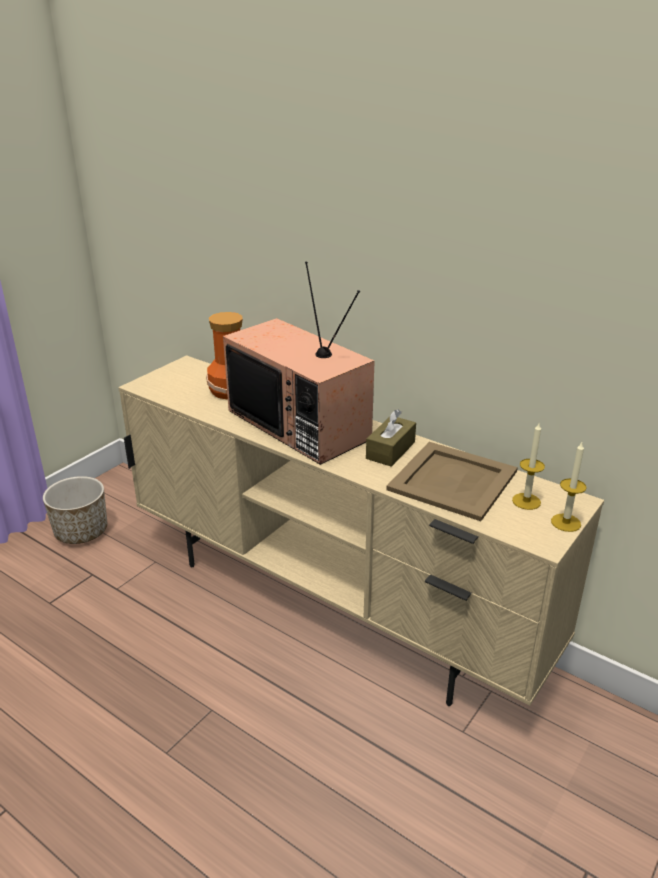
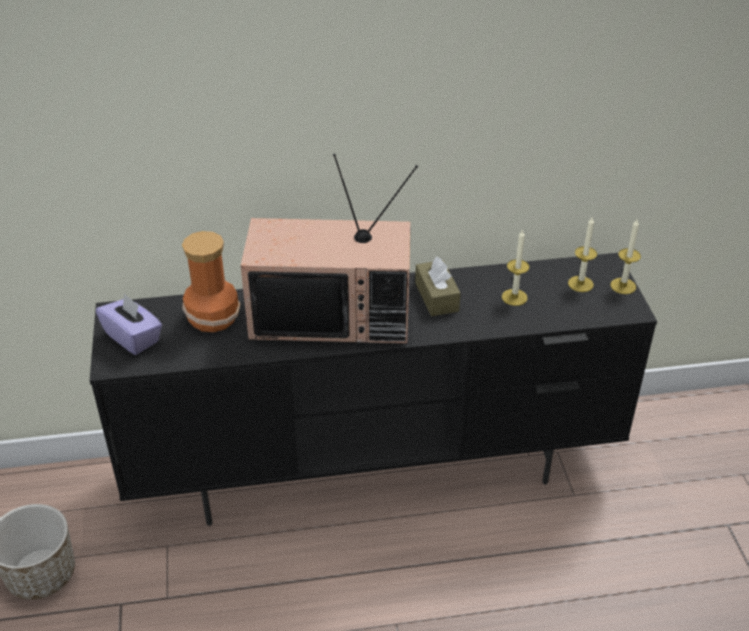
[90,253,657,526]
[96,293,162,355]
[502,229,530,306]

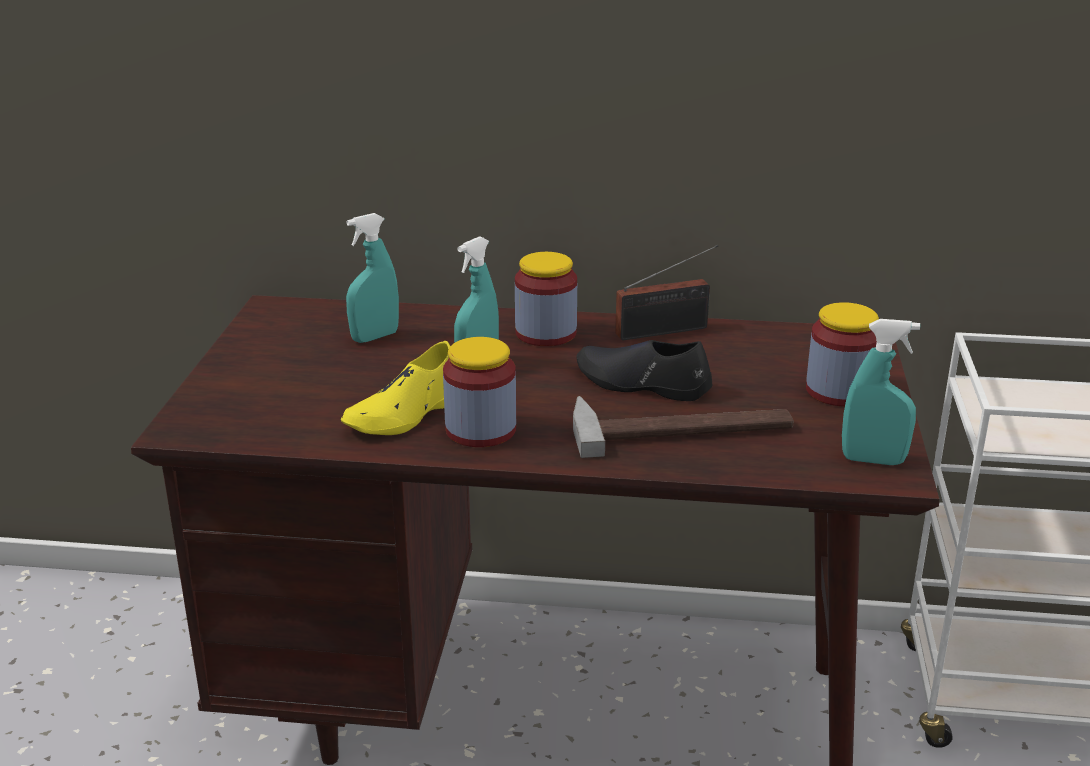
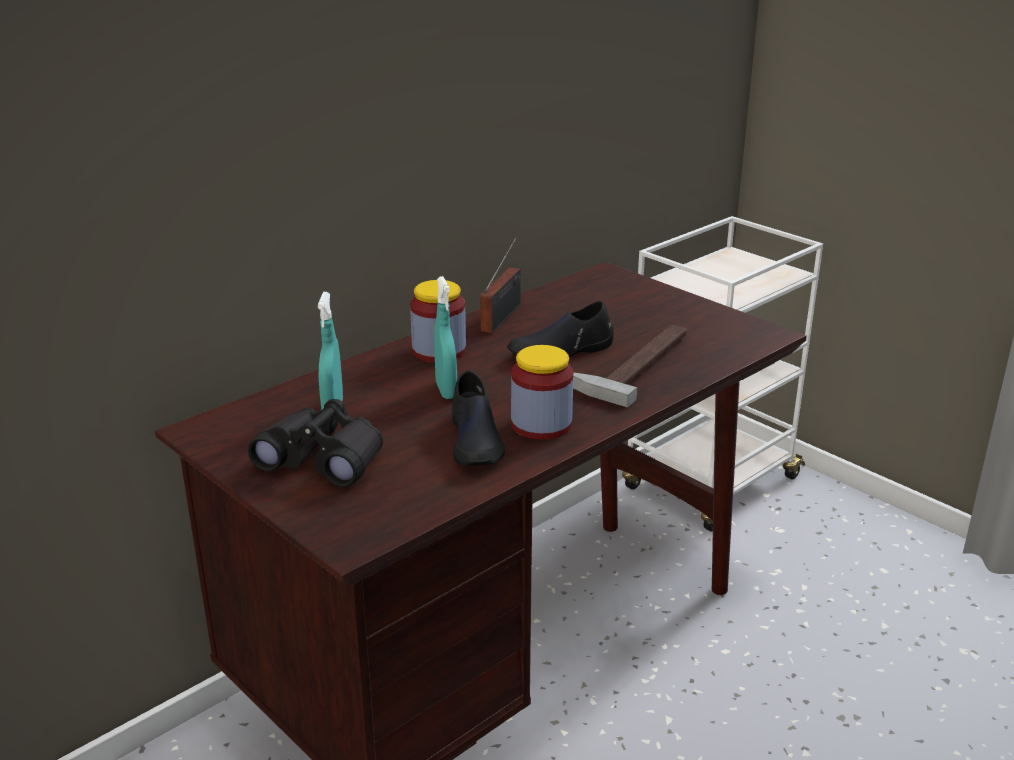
[248,399,383,487]
[452,370,505,466]
[806,302,879,407] (first image)
[842,319,920,465] (first image)

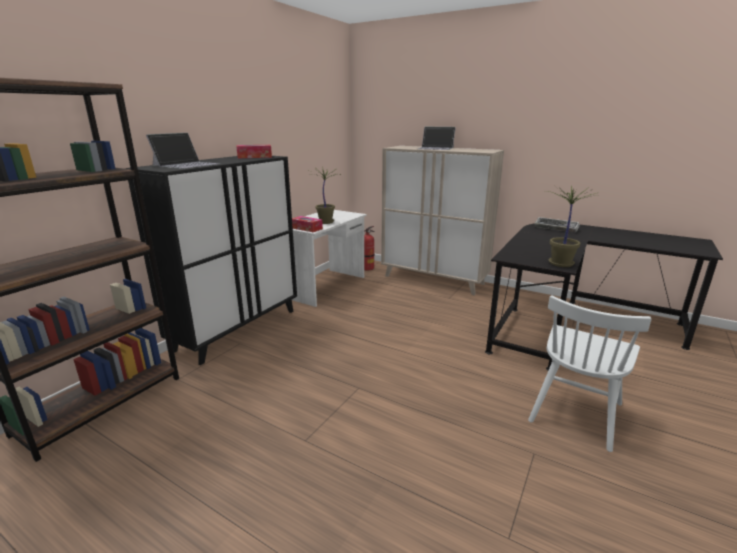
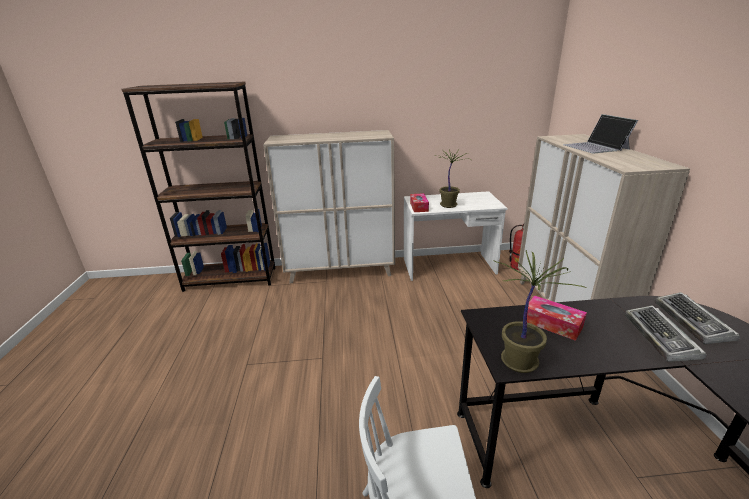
[263,130,395,283]
[527,295,587,341]
[625,305,706,362]
[146,133,220,169] (first image)

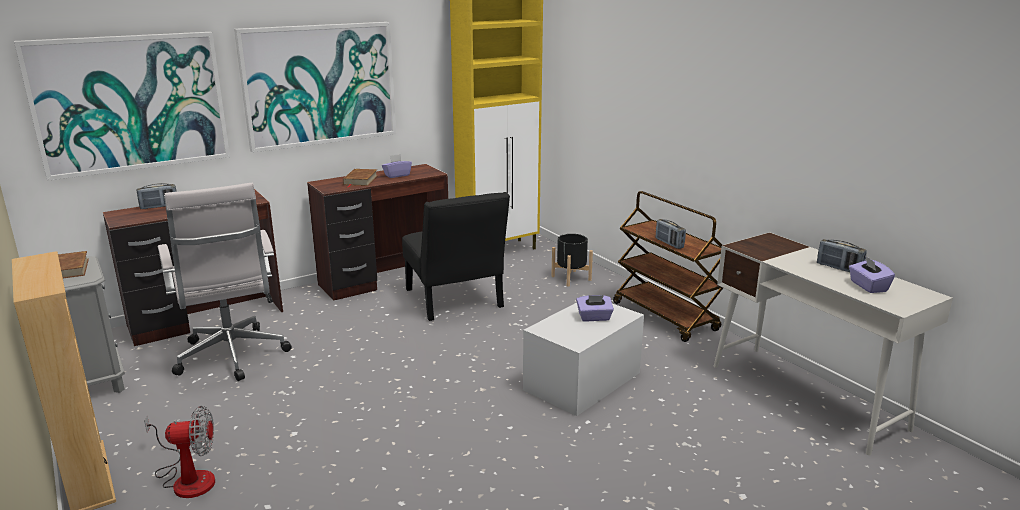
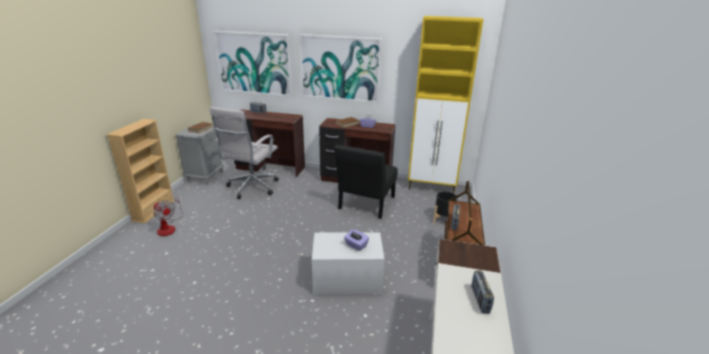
[849,256,895,293] (first image)

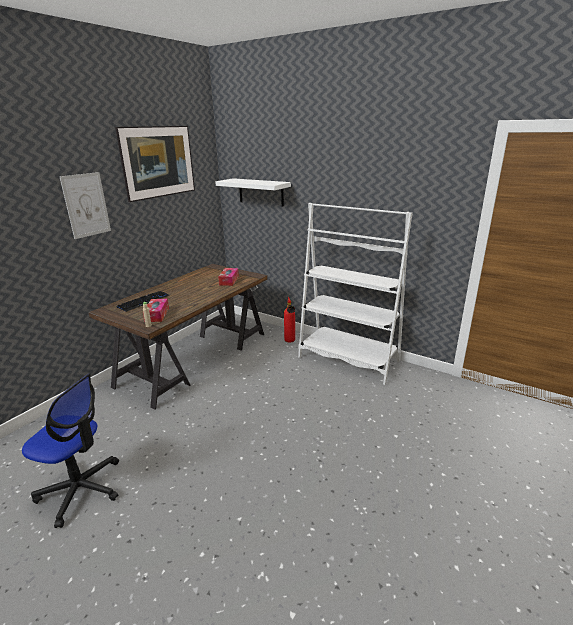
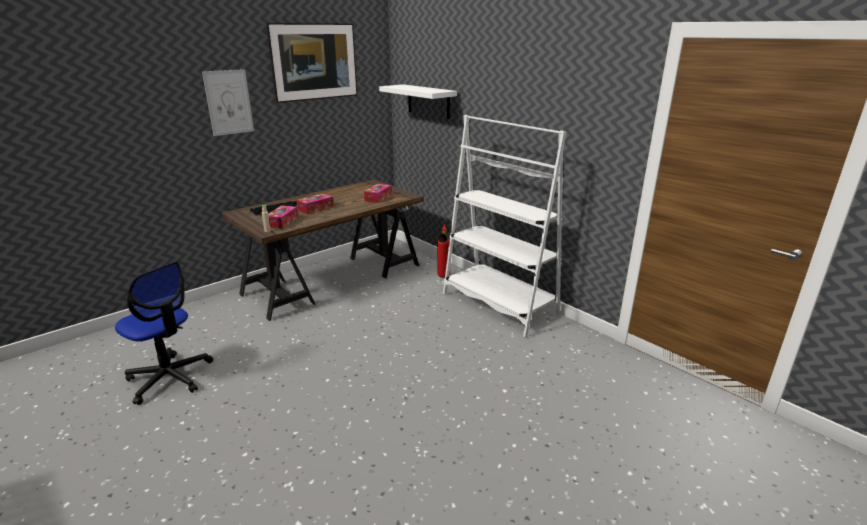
[297,193,333,214]

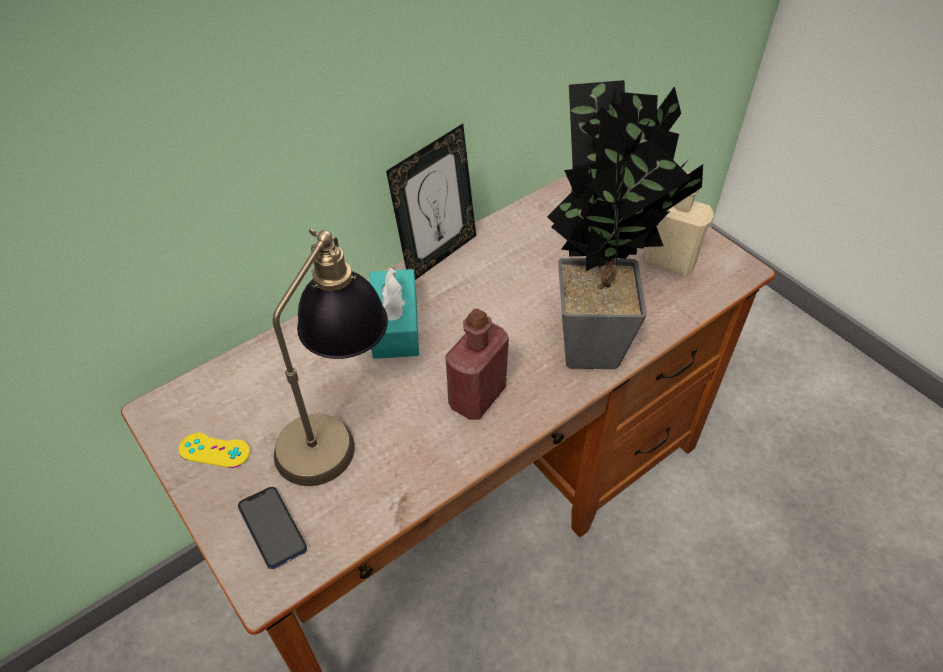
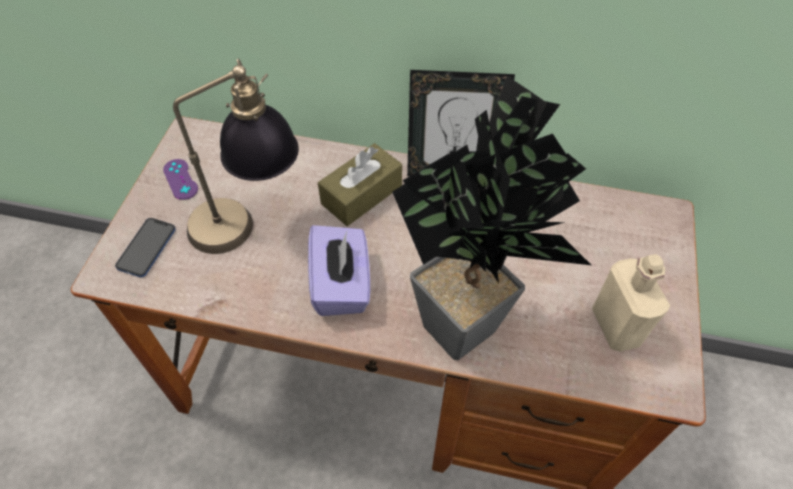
[163,159,198,200]
[308,225,370,316]
[318,143,402,226]

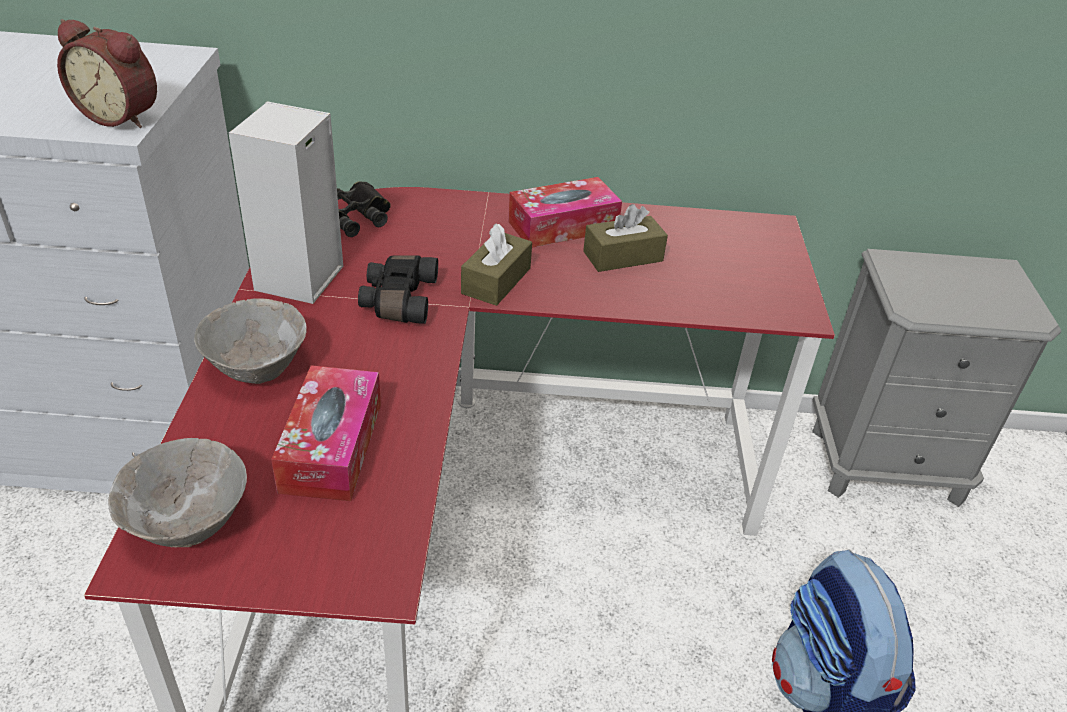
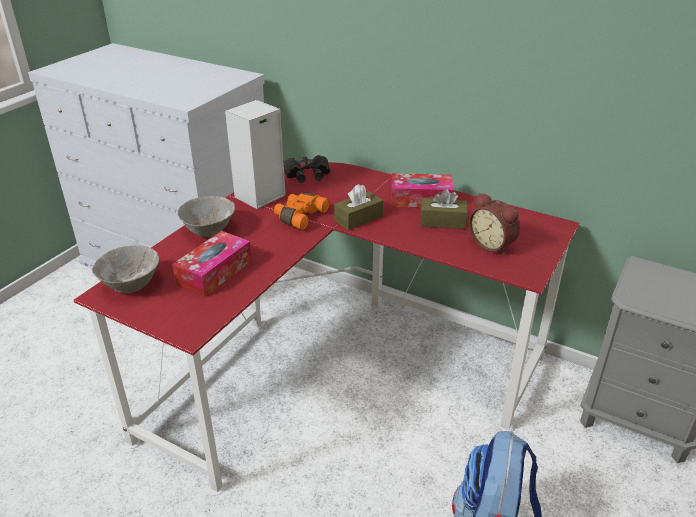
[274,193,329,230]
[468,193,520,255]

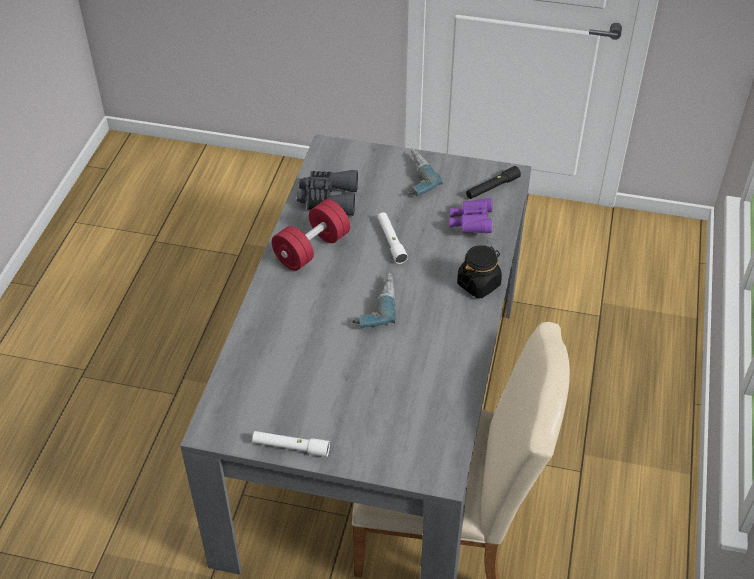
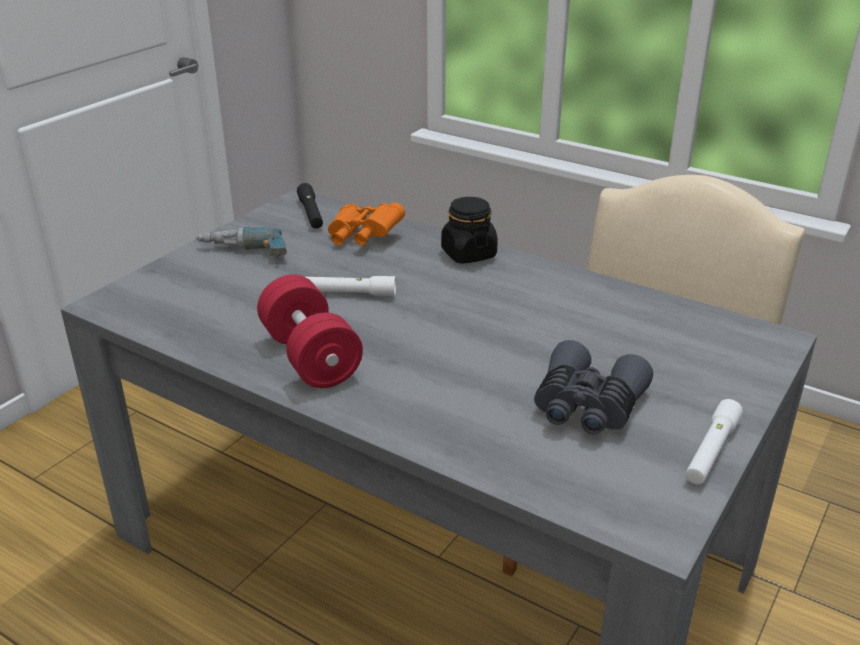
[328,203,405,246]
[534,340,653,435]
[352,273,396,328] (first image)

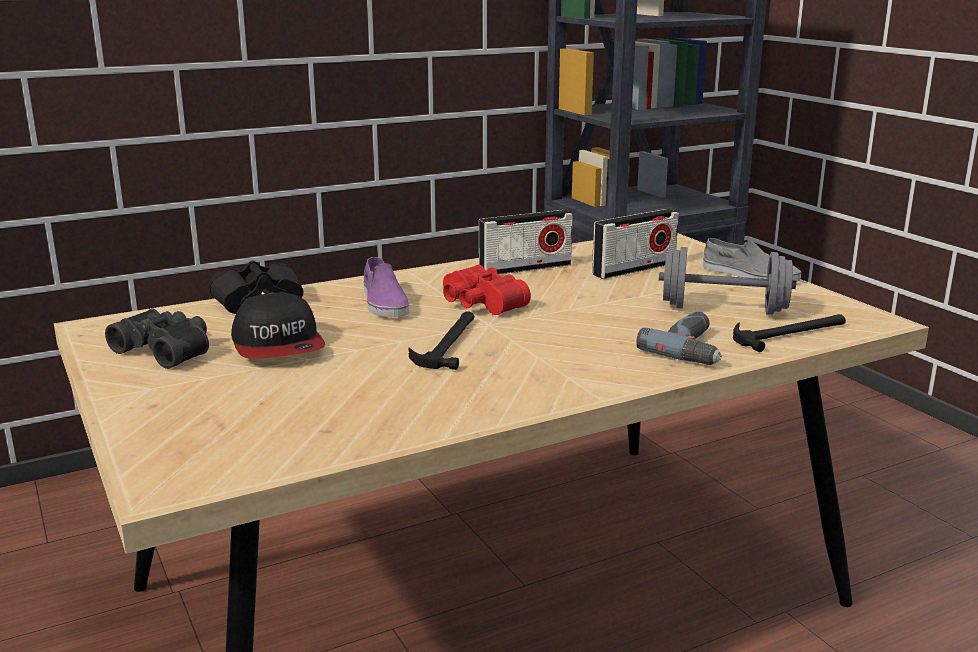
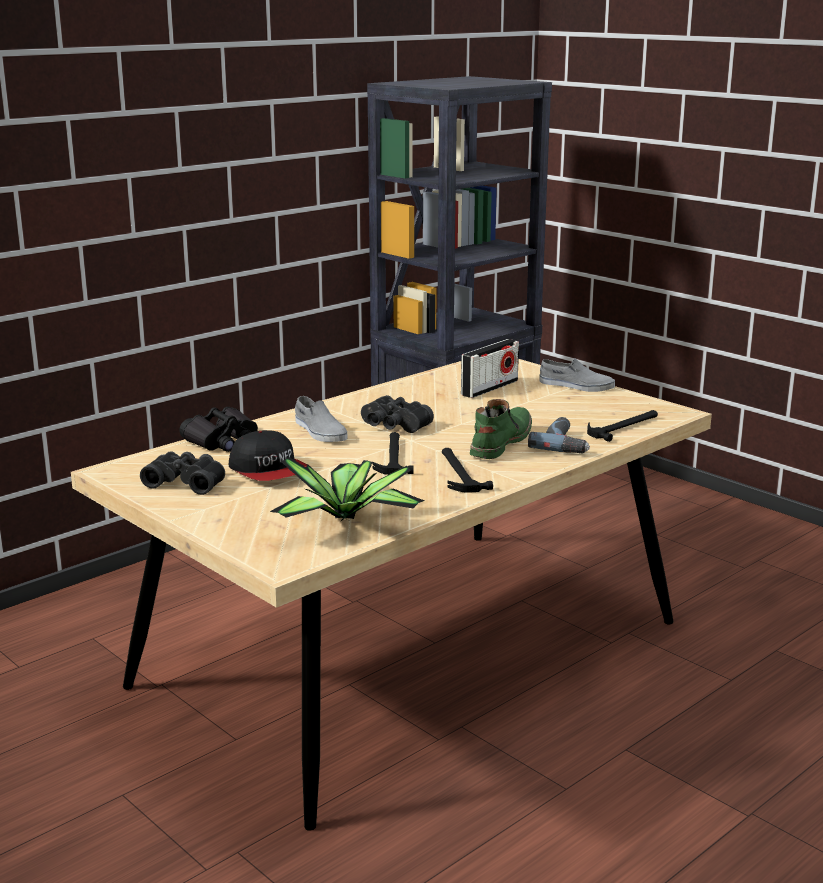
[270,457,424,521]
[295,396,348,442]
[361,395,434,433]
[442,448,493,493]
[470,399,532,459]
[479,210,573,275] (first image)
[659,247,796,315] (first image)

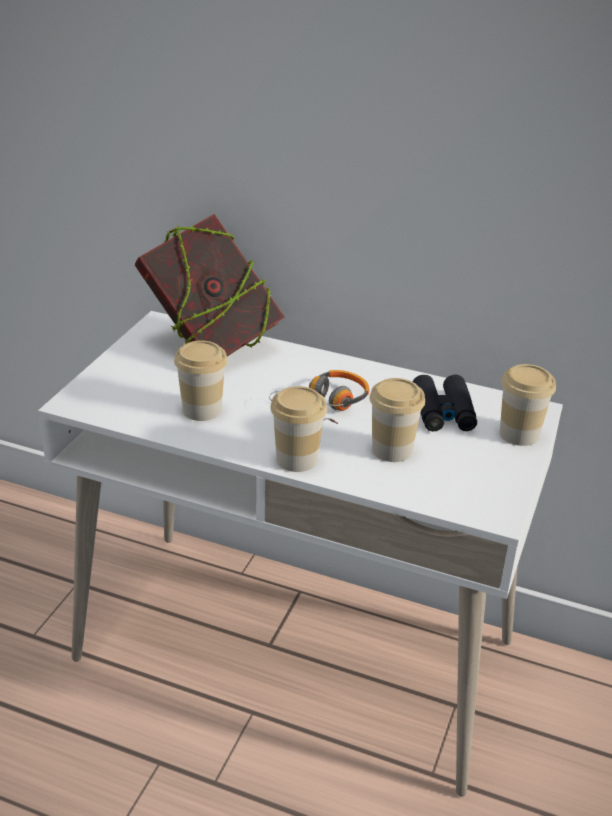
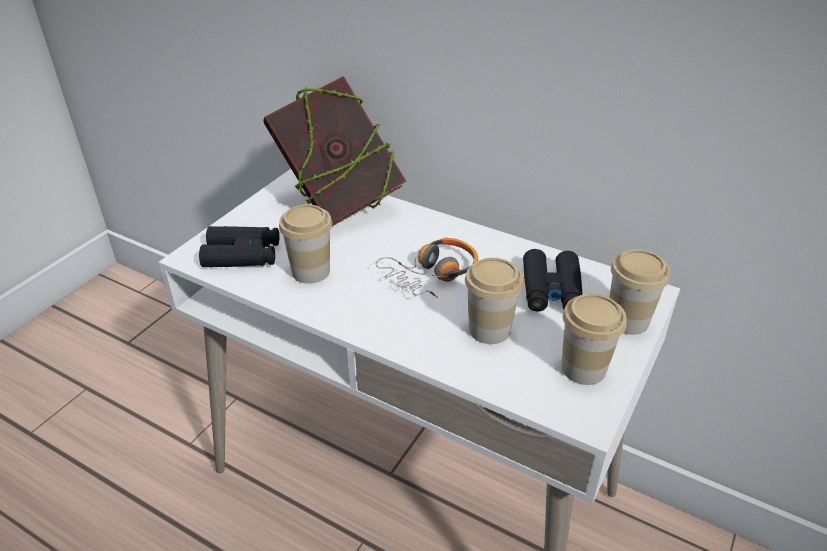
[199,226,279,267]
[561,294,627,385]

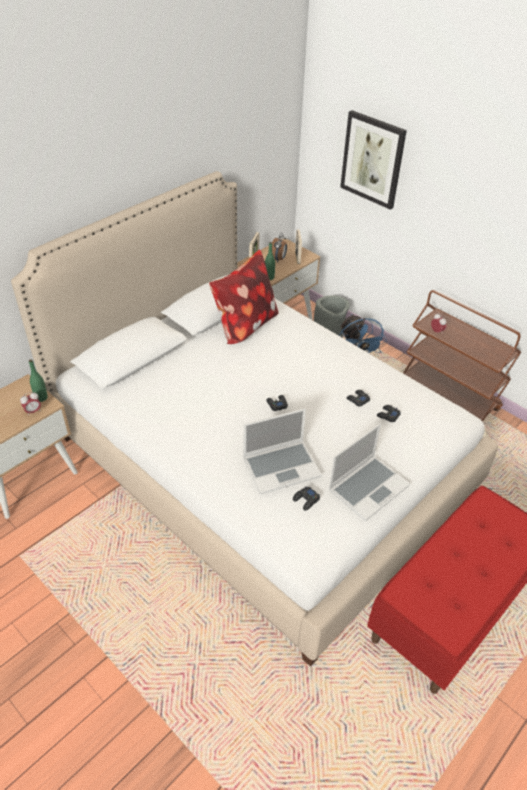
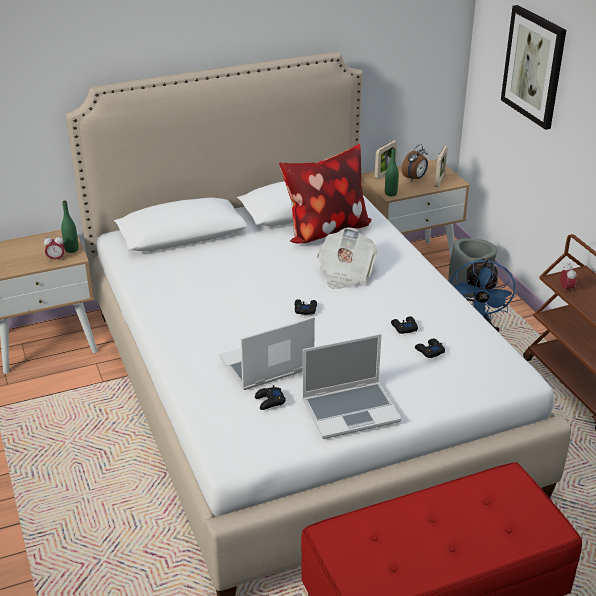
[219,316,315,390]
[317,228,377,289]

